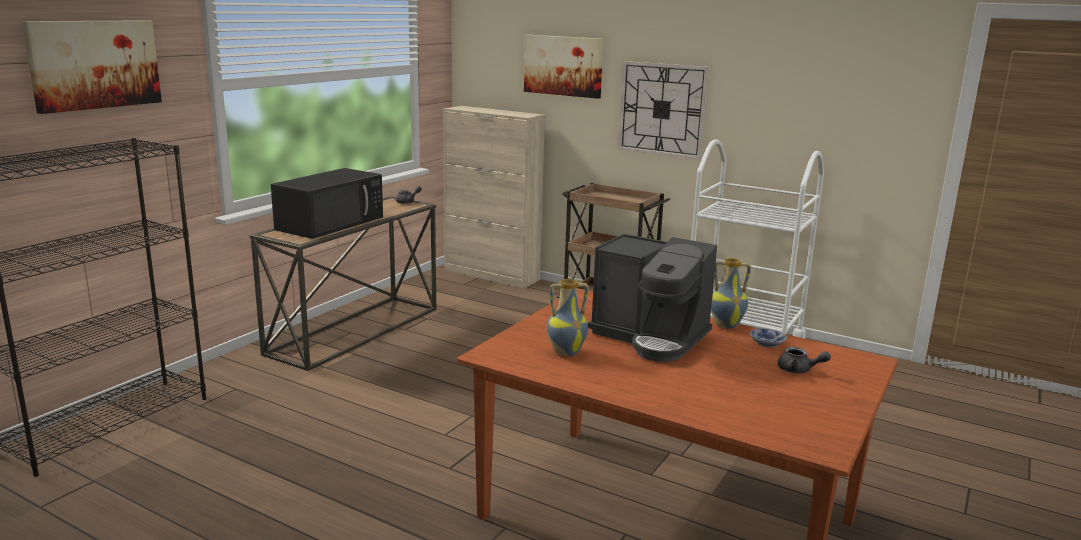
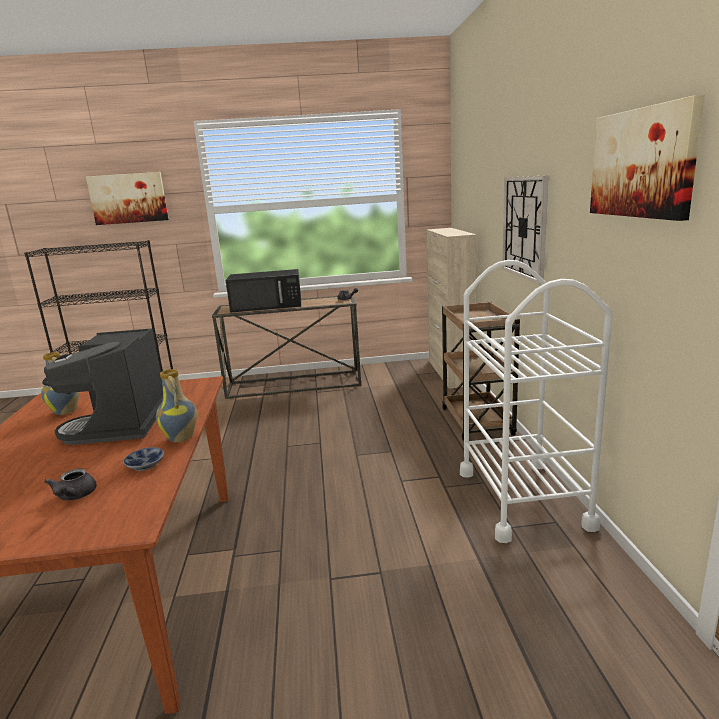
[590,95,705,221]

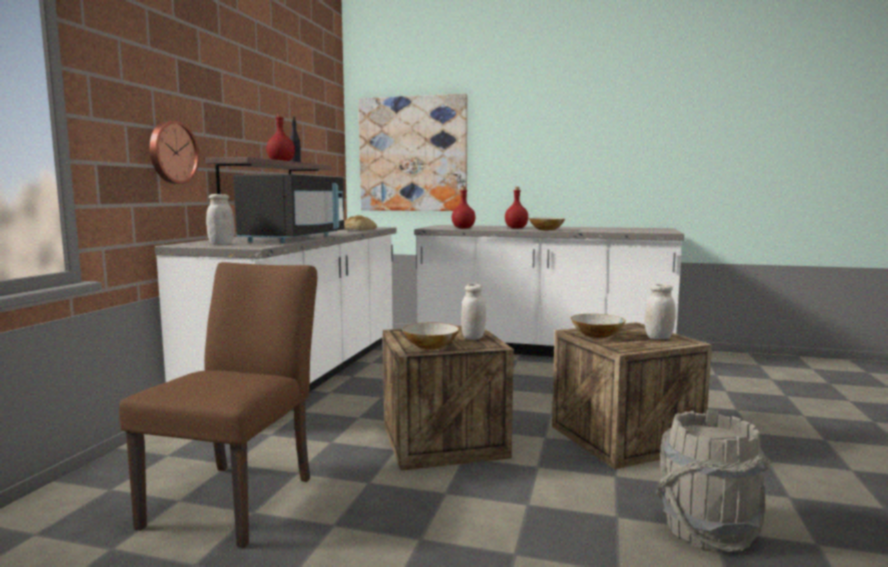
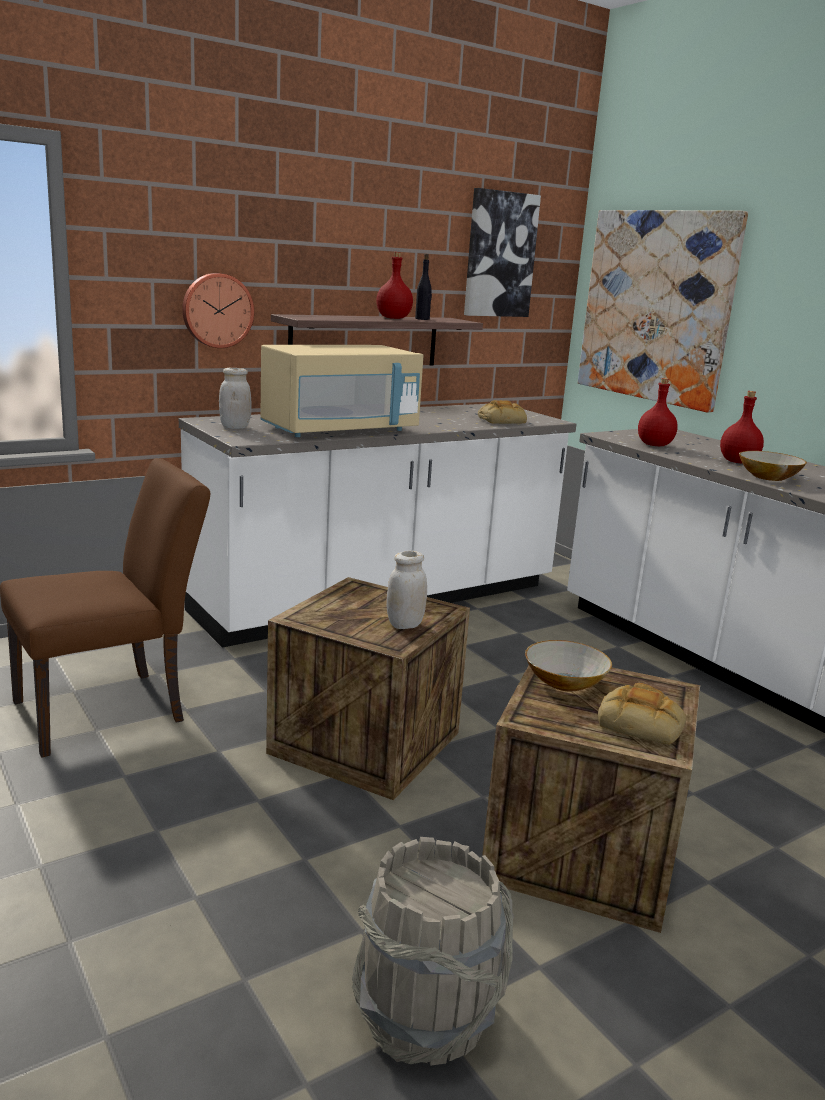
[261,345,424,437]
[464,188,541,317]
[598,683,686,745]
[402,323,460,350] (first image)

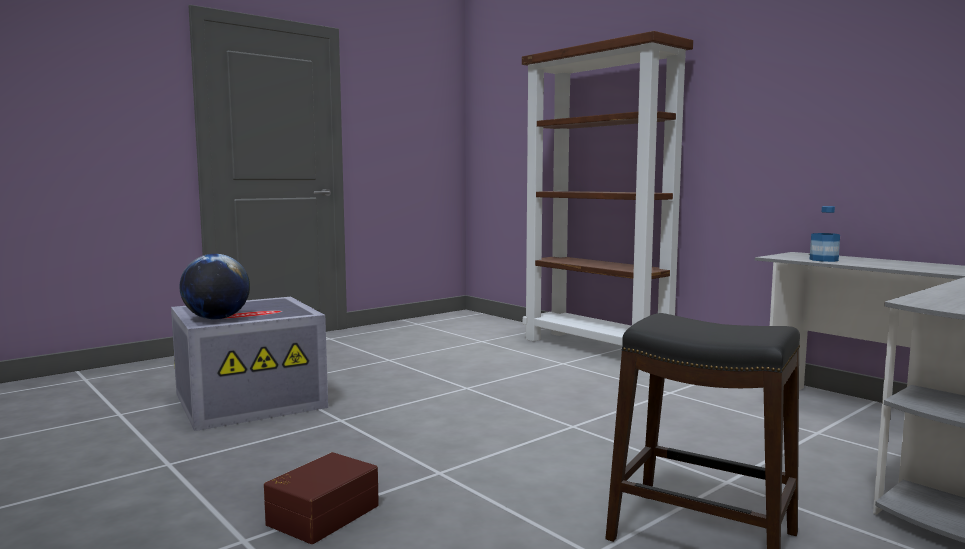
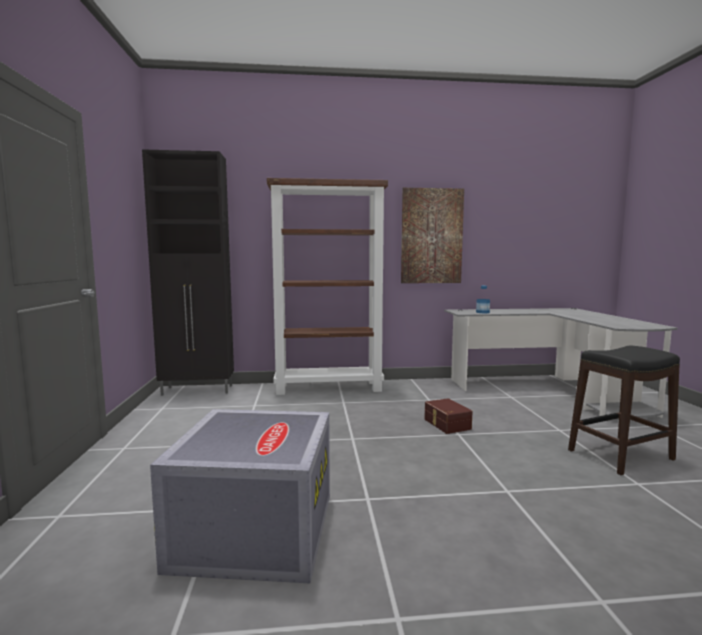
[142,149,234,396]
[401,188,464,283]
[425,398,473,434]
[180,254,250,320] (first image)

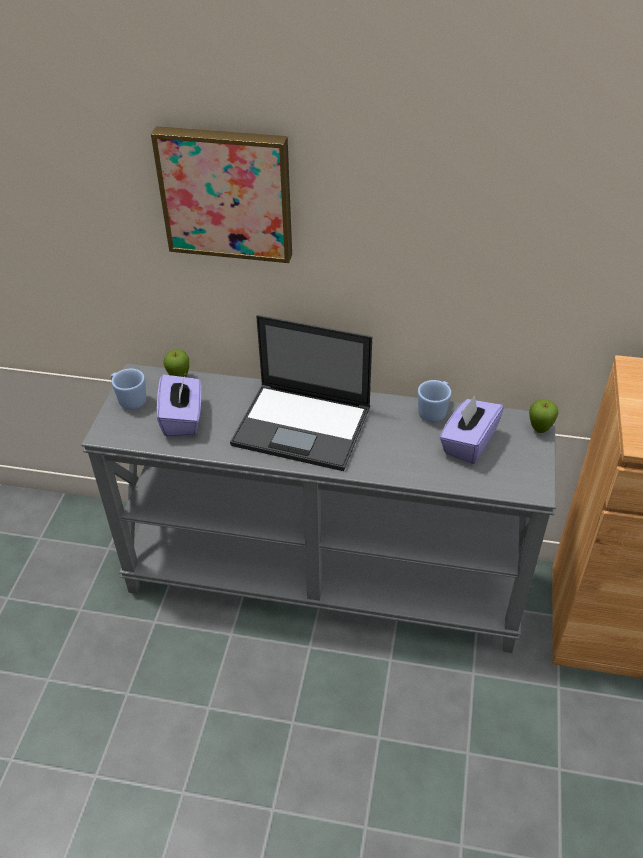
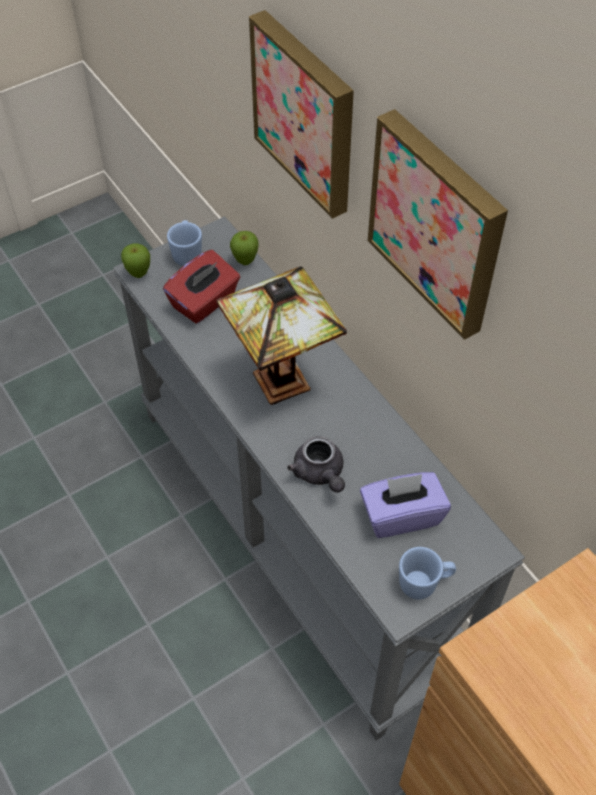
[121,243,150,278]
[163,250,240,324]
[216,267,347,405]
[287,436,345,493]
[368,109,508,340]
[399,547,456,600]

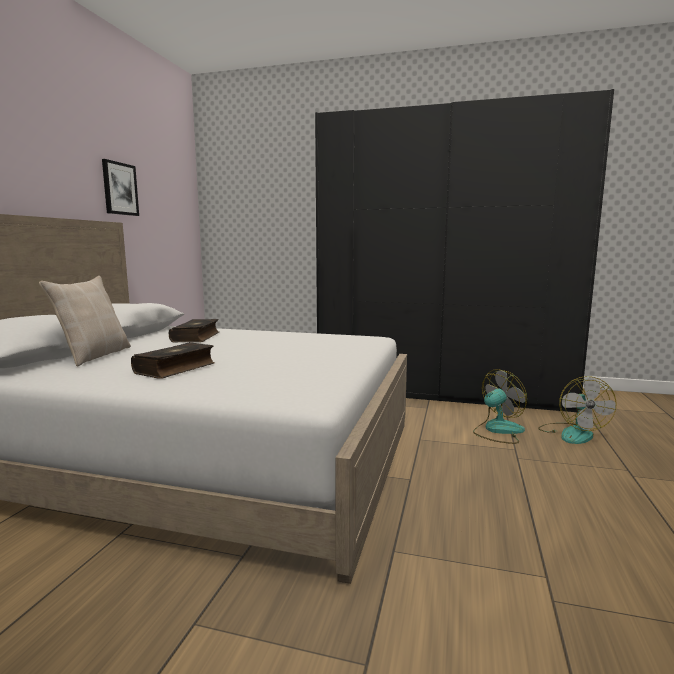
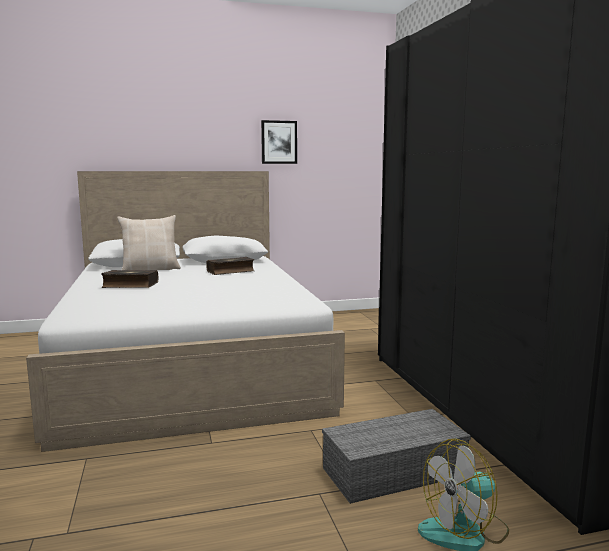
[322,409,471,504]

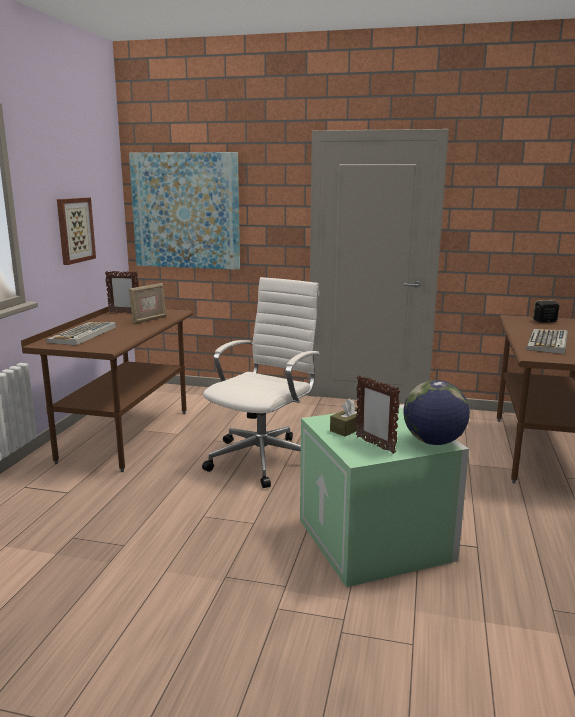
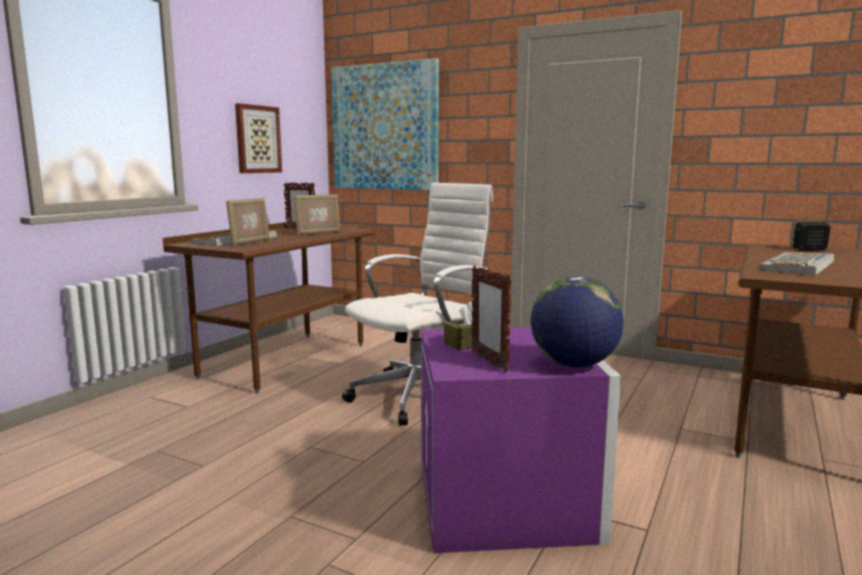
[226,198,270,246]
[421,327,621,553]

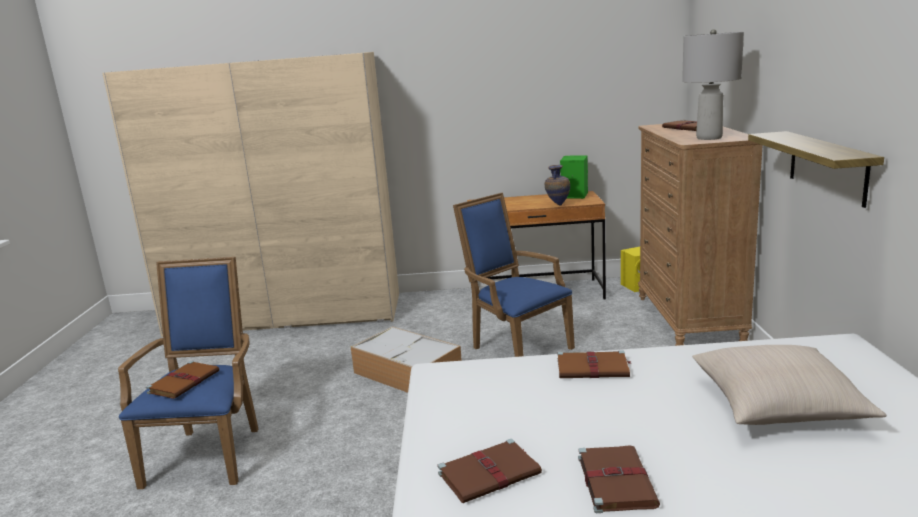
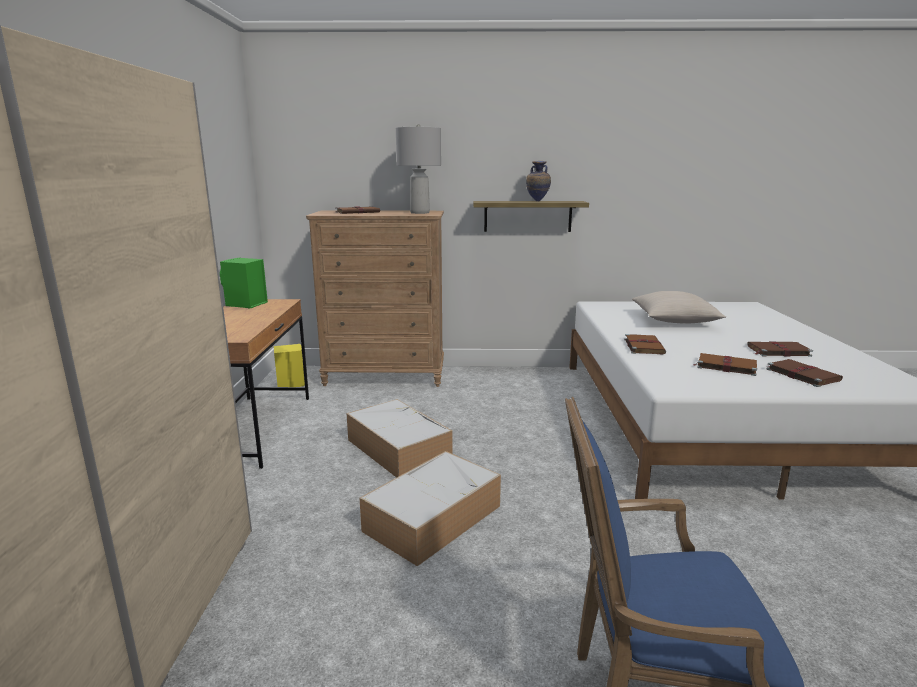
[346,399,453,478]
[526,161,551,202]
[694,353,757,376]

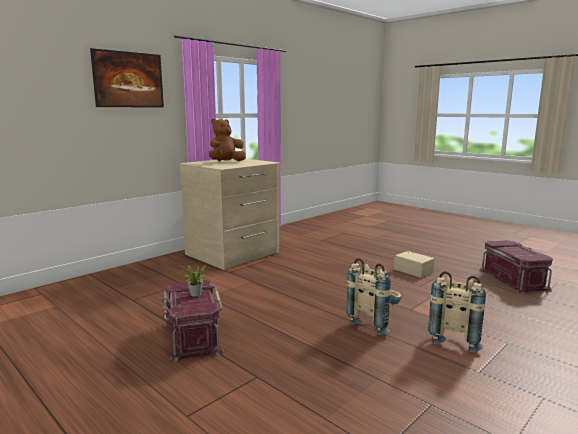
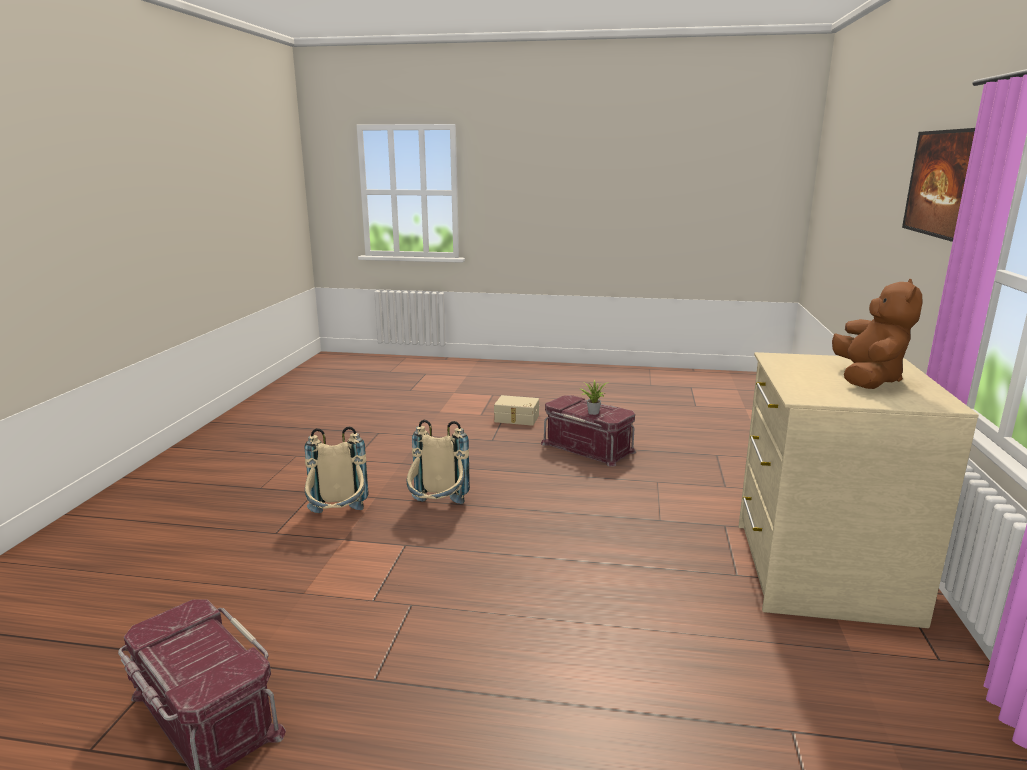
[494,395,539,426]

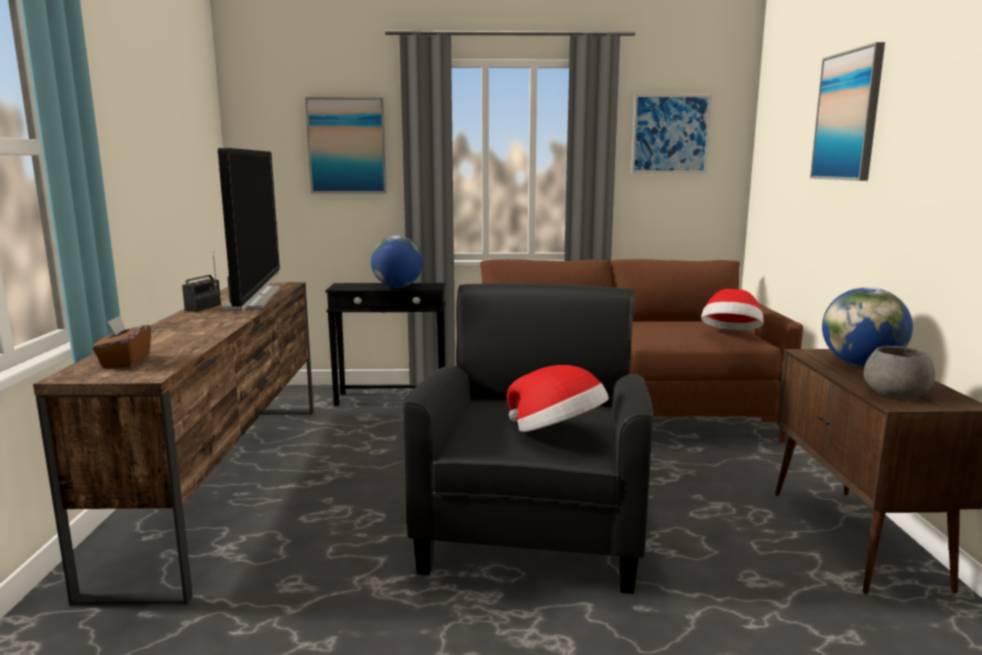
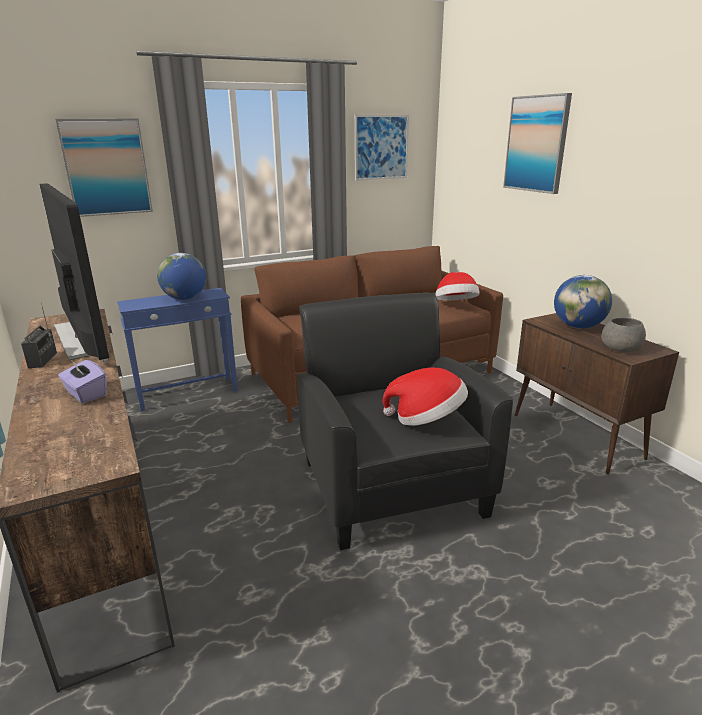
[58,360,107,403]
[117,288,238,411]
[92,315,151,368] (first image)

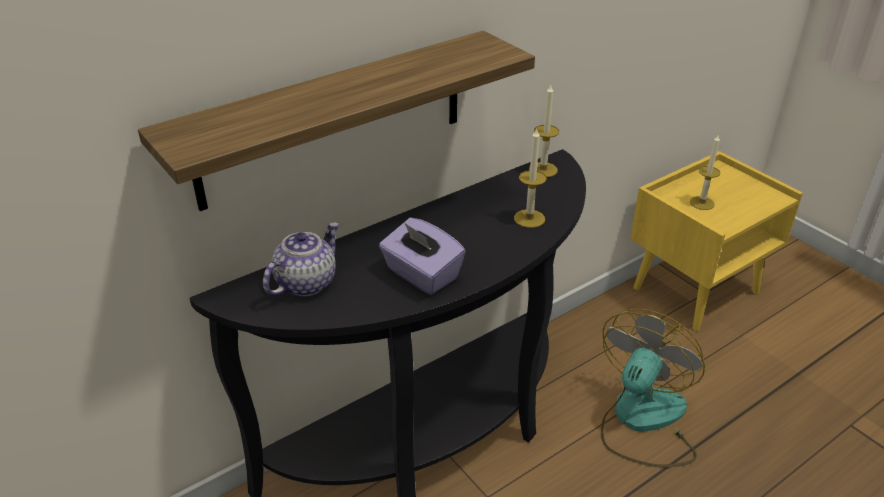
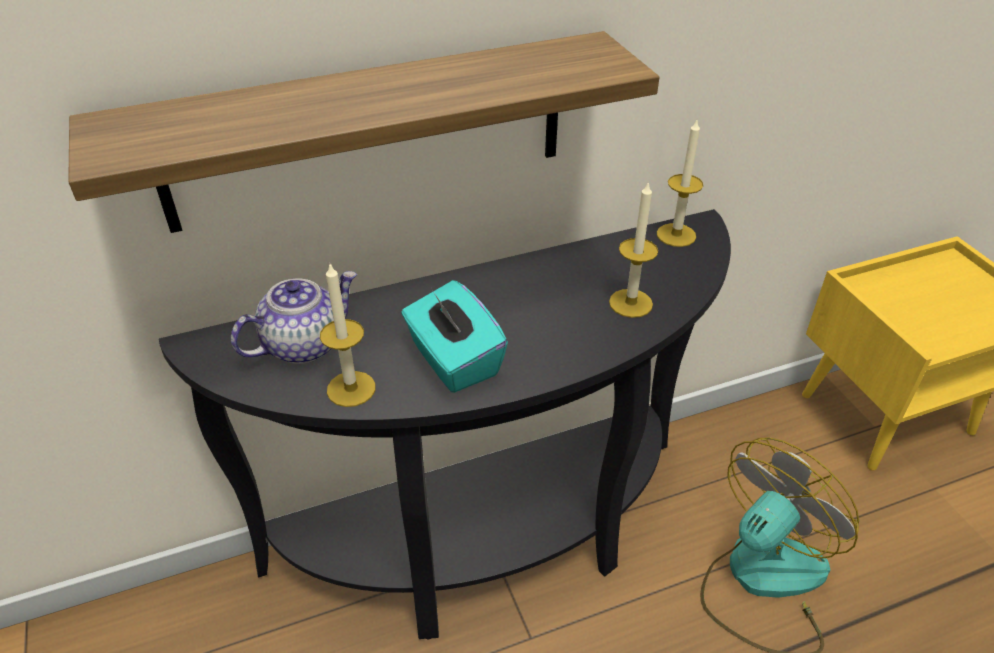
[320,264,376,407]
[401,280,508,393]

